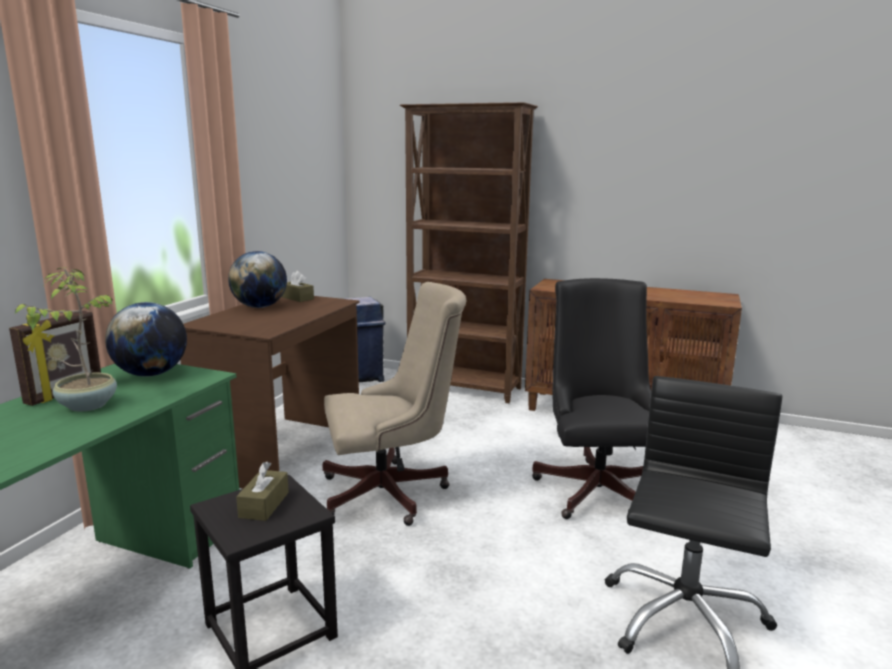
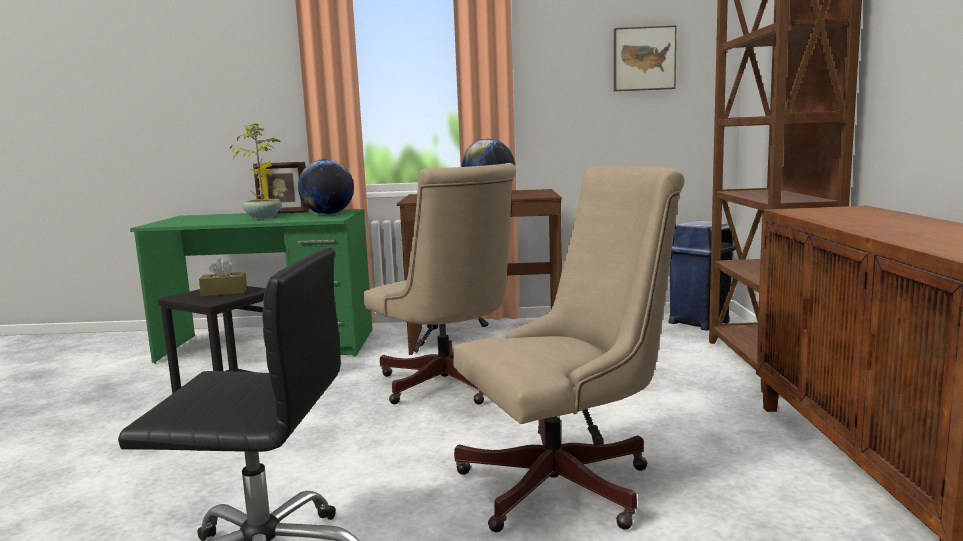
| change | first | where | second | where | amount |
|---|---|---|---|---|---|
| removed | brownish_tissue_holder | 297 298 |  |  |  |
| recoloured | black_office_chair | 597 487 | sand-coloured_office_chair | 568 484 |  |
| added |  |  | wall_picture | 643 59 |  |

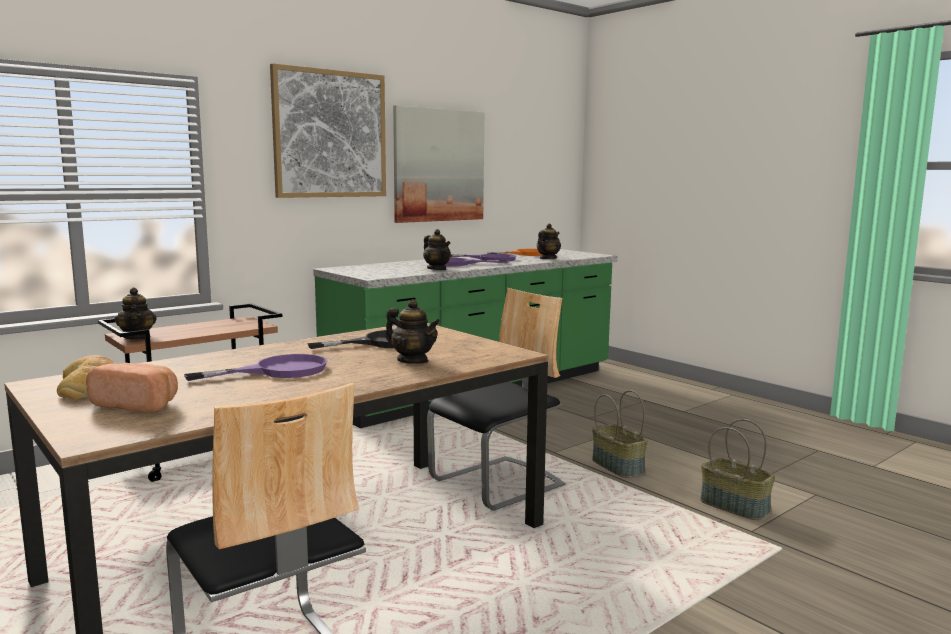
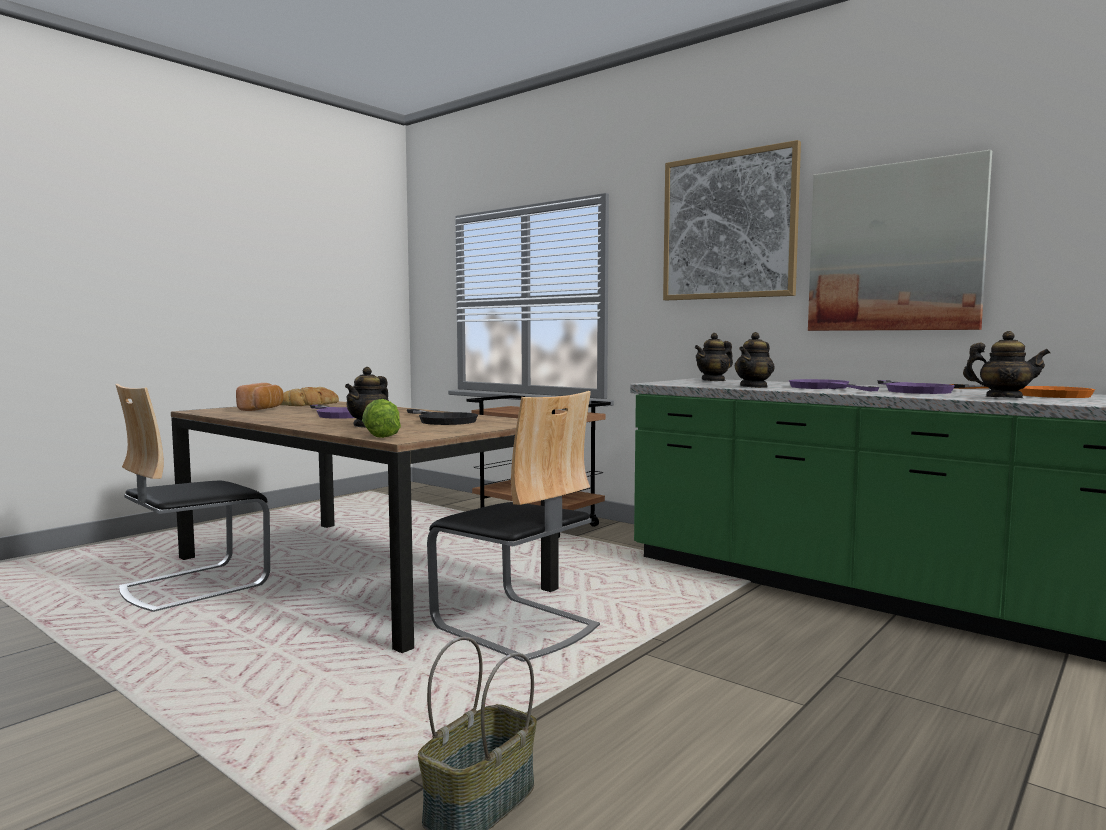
| change | first | where | second | where | amount |
|---|---|---|---|---|---|
| moved | teapot | 137 337 |  | 713 380 |  |
| removed | basket | 618 466 |  |  |  |
| added |  |  | lettuce_head | 383 435 |  |

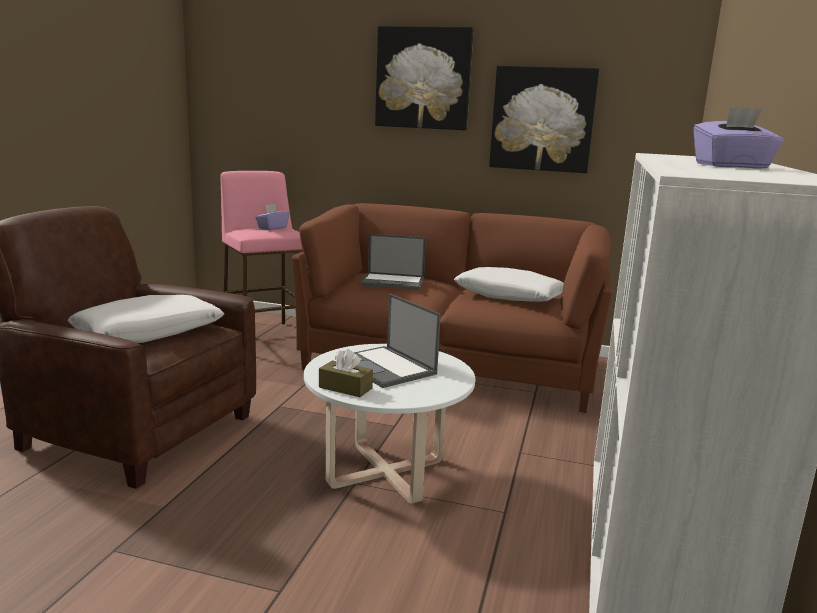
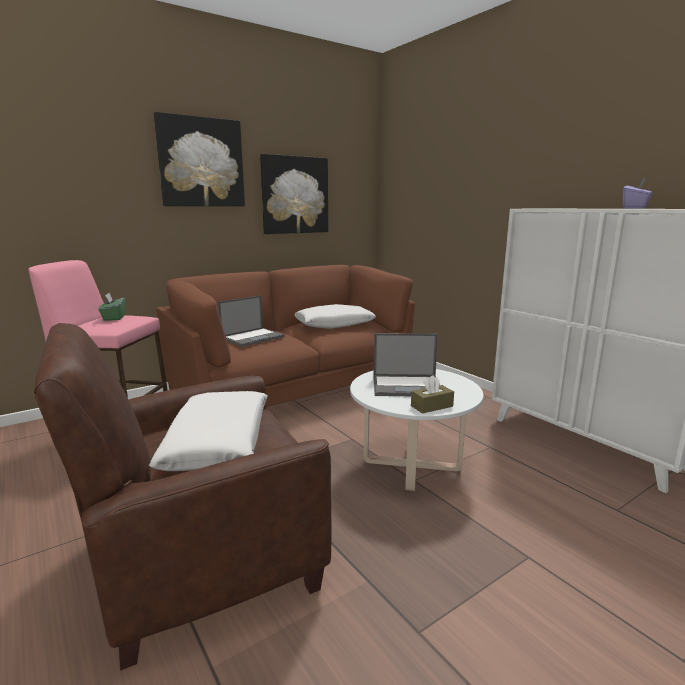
| change | first | where | second | where | amount |
|---|---|---|---|---|---|
| recoloured | purple_tissue_holder | 272 228 | green-coloured_tissue_holder | 114 318 |  |

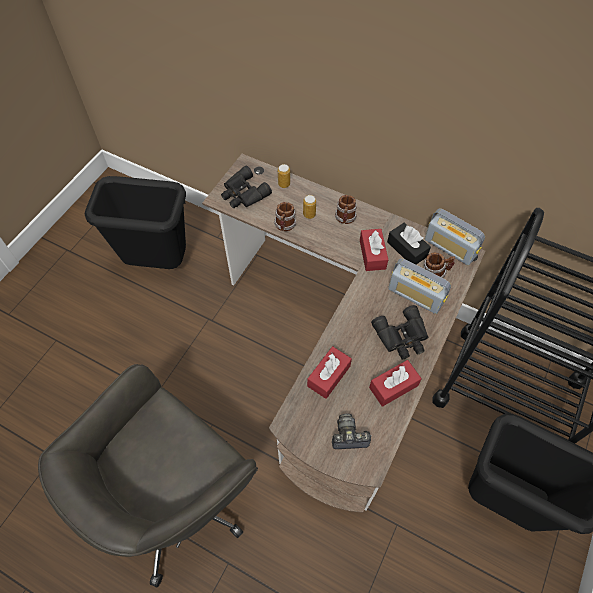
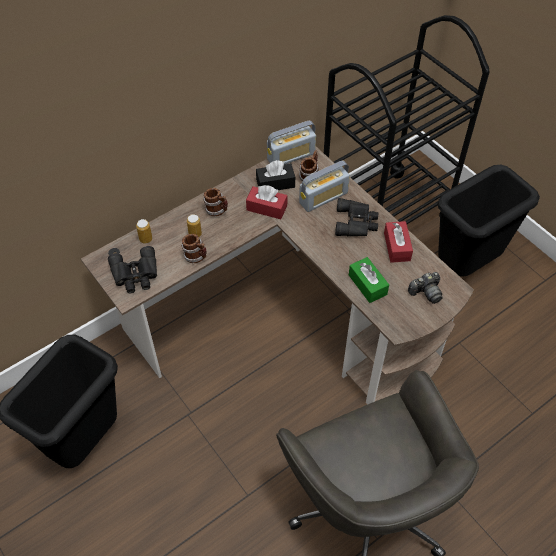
| change | first | where | second | where | amount |
|---|---|---|---|---|---|
| recoloured | reddish_tissue_holder | 328 376 | green-coloured_tissue_holder | 367 284 |  |
| turned | photo_camera | 349 436 |  | 426 292 | 135 degrees counterclockwise |

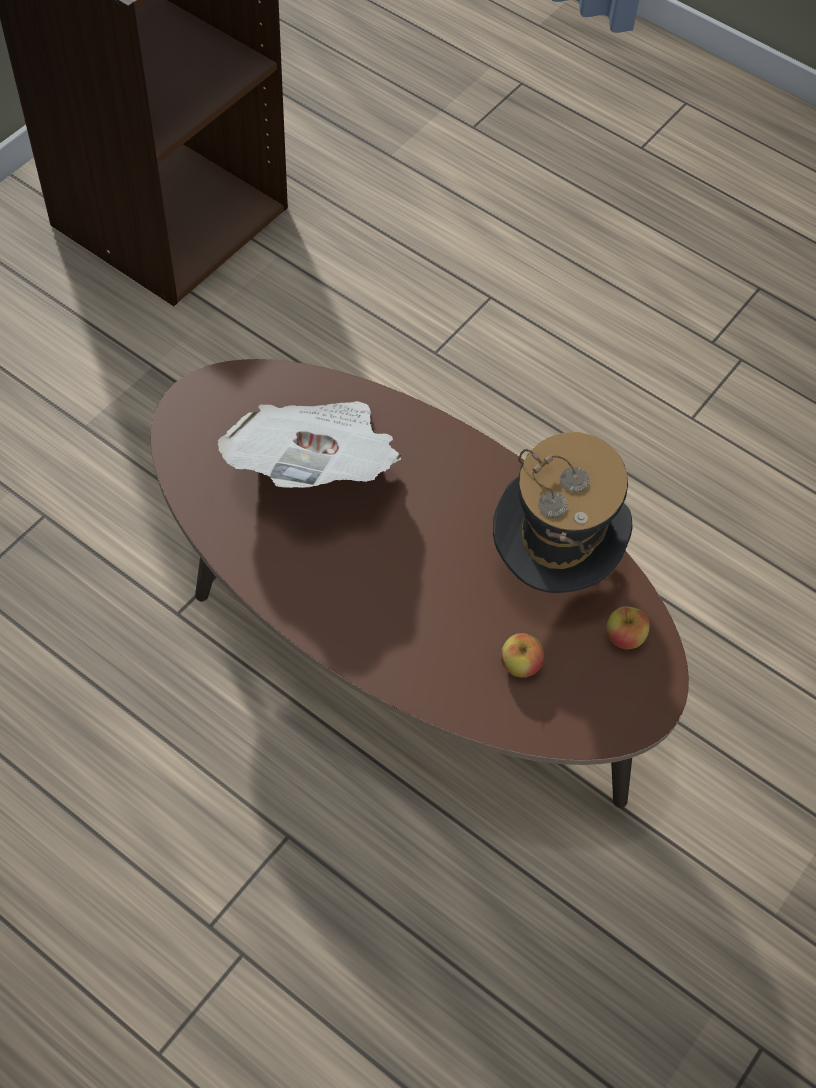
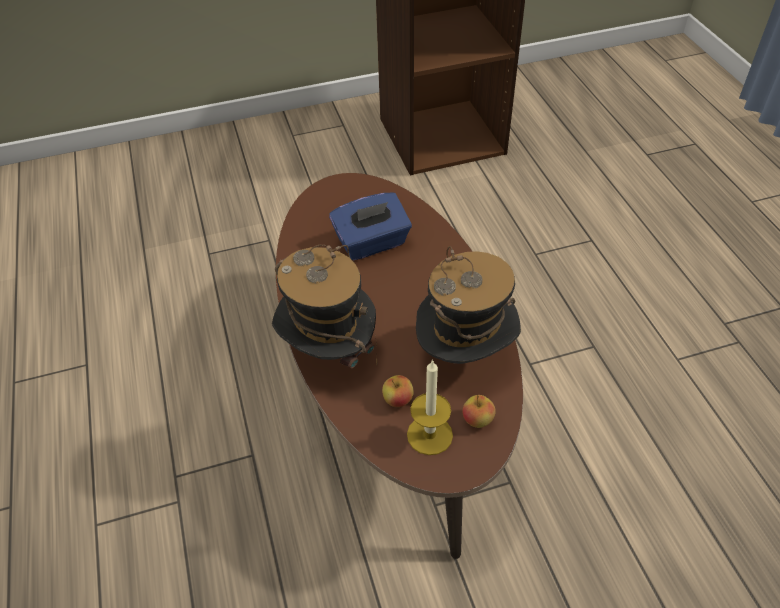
| change | first | where | second | where | amount |
|---|---|---|---|---|---|
| replaced | newspaper | 315 468 | blue_tissue_holder | 372 243 |  |
| added |  |  | hat | 329 353 |  |
| added |  |  | wax_light | 429 435 |  |

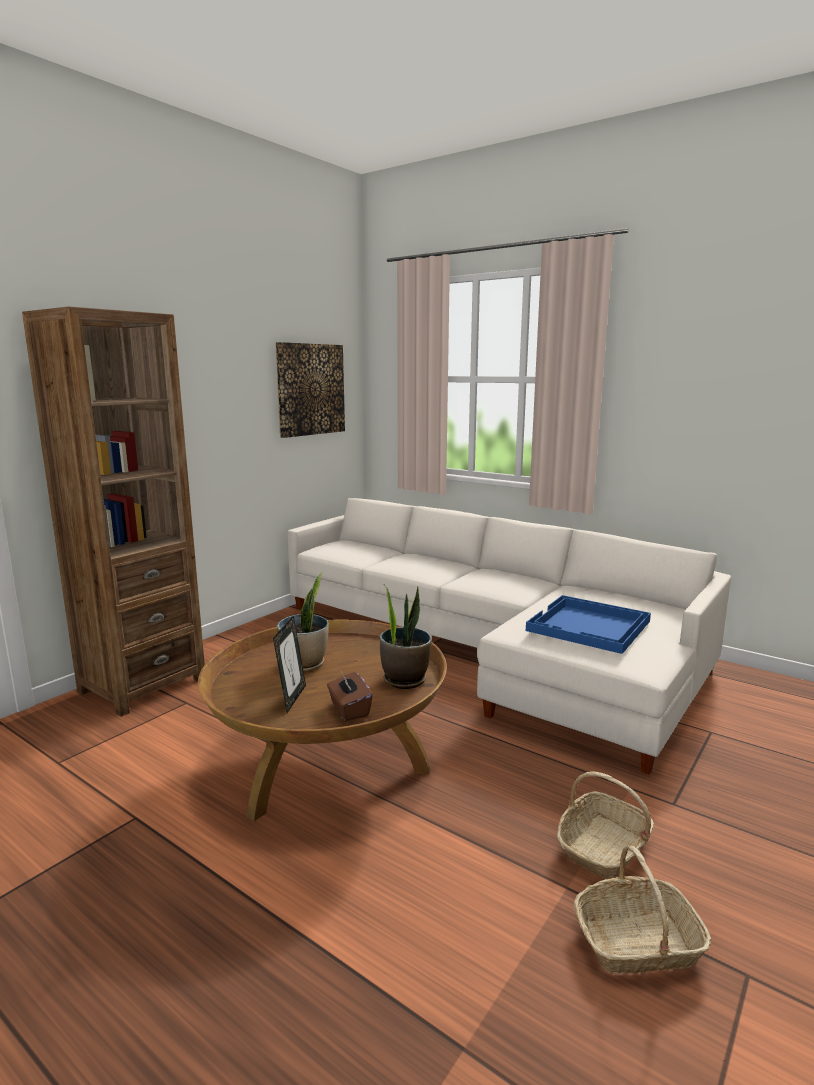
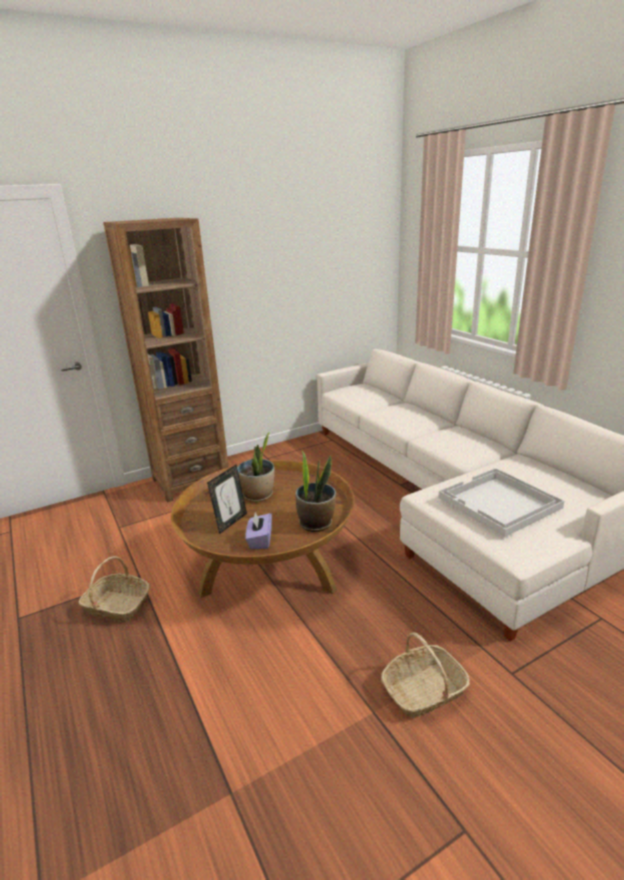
| change | first | where | second | where | amount |
|---|---|---|---|---|---|
| removed | wall_picture | 310 389 |  |  |  |
| recoloured | blue_serving_tray | 589 626 | white-coloured_serving_tray | 499 503 |  |
| recoloured | brownish_tissue_holder | 349 710 | purple_tissue_holder | 260 540 |  |
| moved | basket | 637 942 |  | 117 606 |  |

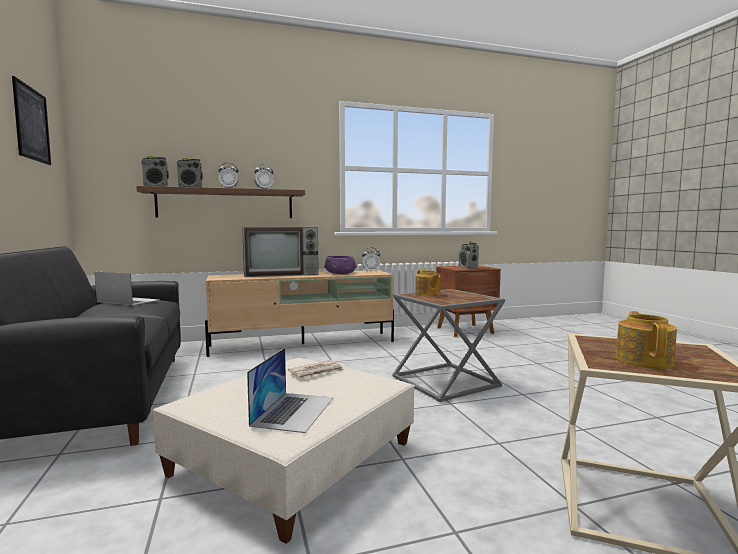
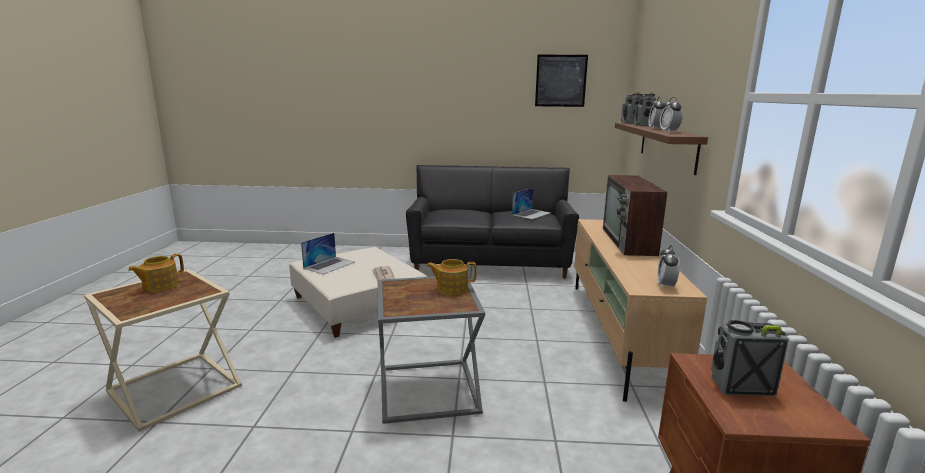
| change | first | where | second | where | amount |
|---|---|---|---|---|---|
| removed | purple_serving_bowl | 340 273 |  |  |  |
| turned | teapot | 644 361 |  | 160 286 | 90 degrees clockwise |
| turned | portable_computer | 294 411 |  | 329 265 | 90 degrees counterclockwise |

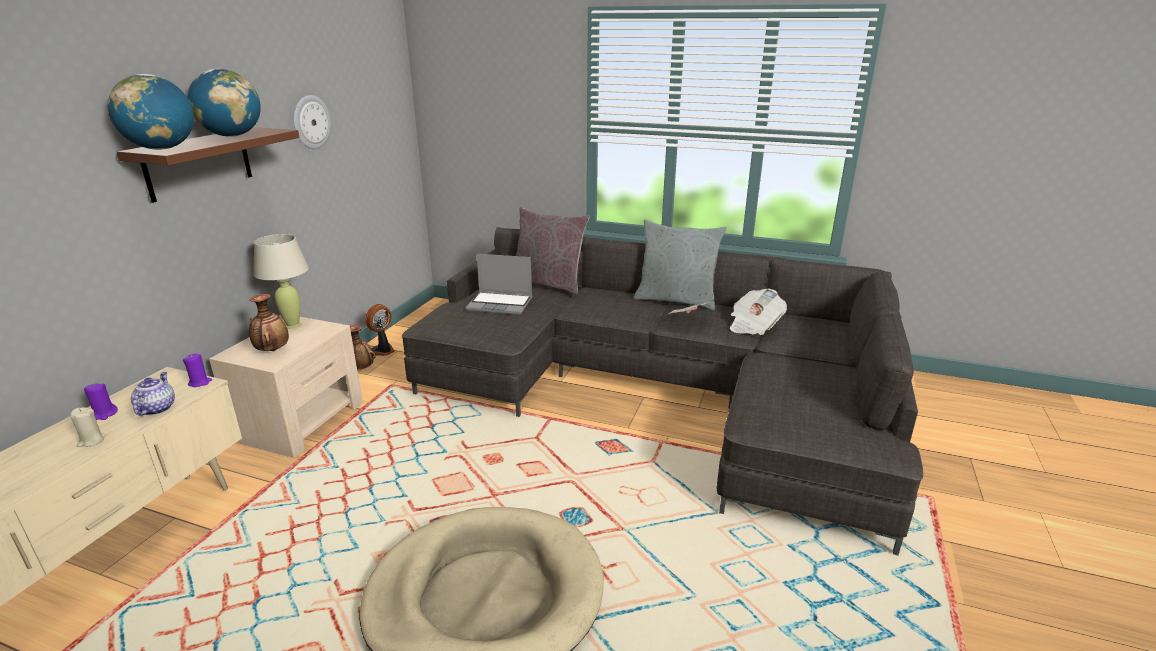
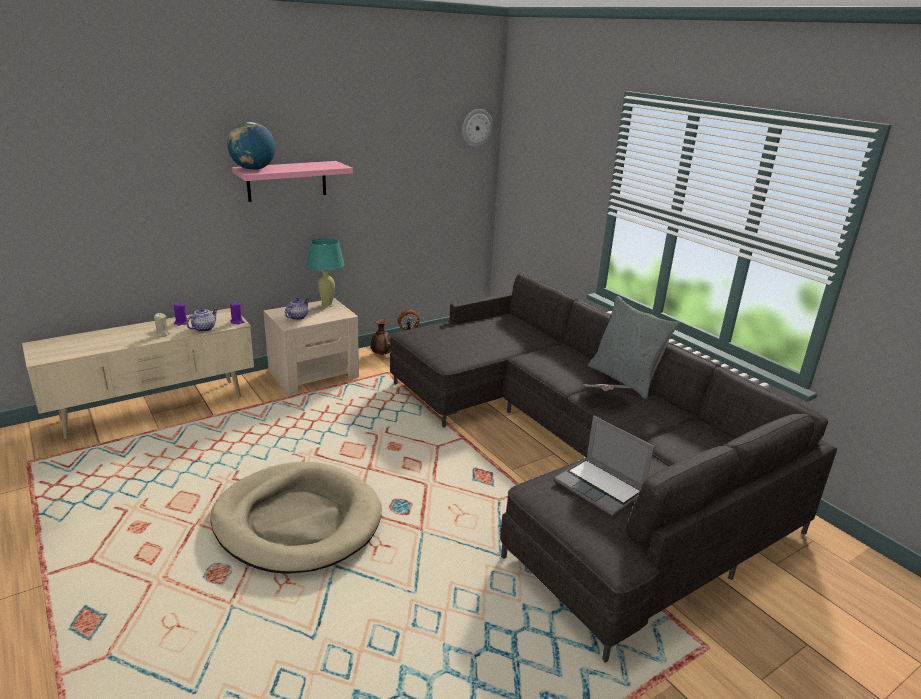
| change | first | where | second | where | amount |
|---|---|---|---|---|---|
| removed | desk_globe | 232 136 |  |  |  |
| moved | hanging_clock | 311 122 |  | 476 128 |  |
| recoloured | brownish_wall_shelf | 199 163 | pink_wall_shelf | 287 181 |  |
| removed | grey_cushion | 548 284 |  |  |  |
| recoloured | sand-coloured_tabletop_lamp | 292 325 | turquoise-coloured_tabletop_lamp | 327 305 |  |
| moved | portable_computer | 501 304 |  | 601 488 |  |
| removed | newspaper | 753 326 |  |  |  |
| replaced | decorative_vase | 272 350 | teapot | 298 317 |  |

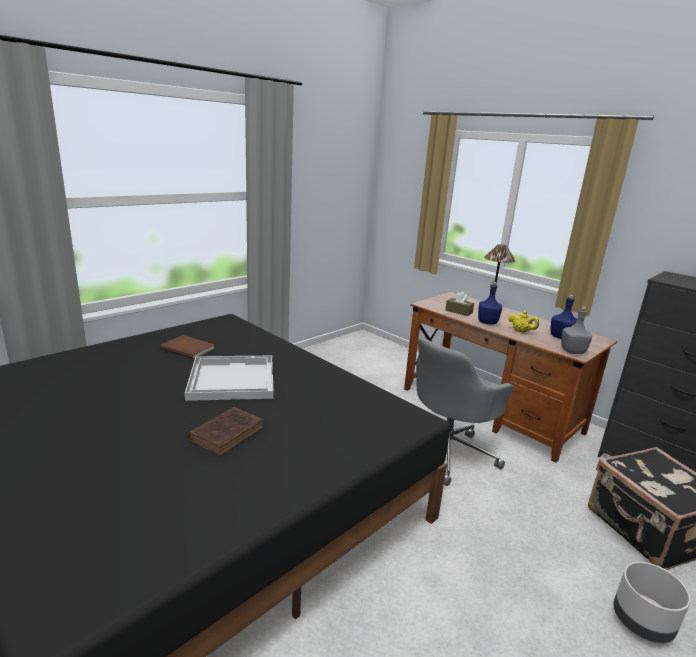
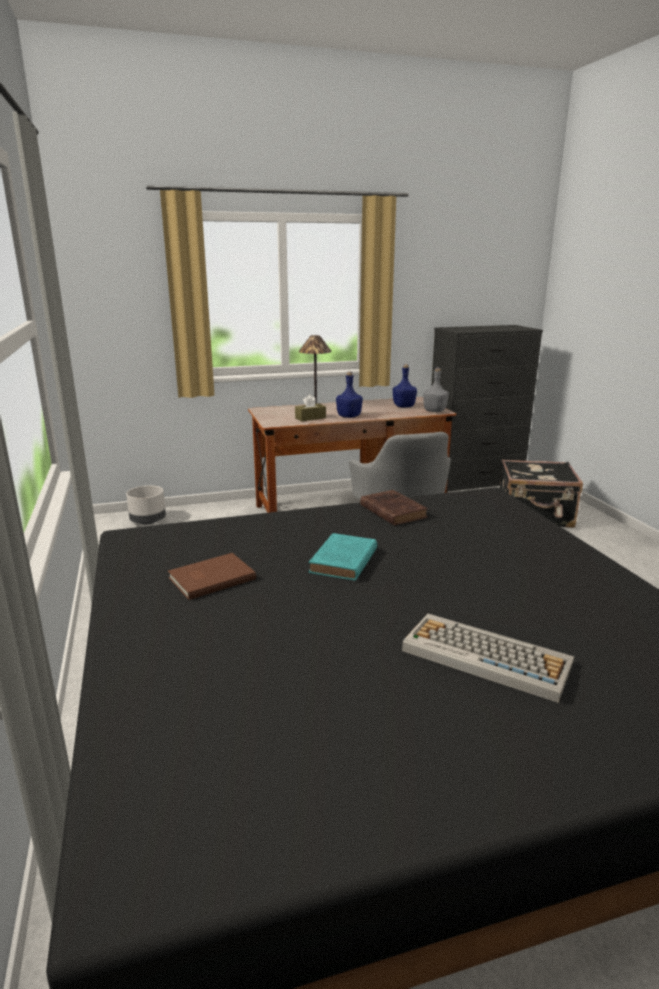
| change | first | where | second | where | amount |
|---|---|---|---|---|---|
| removed | yellowish_teapot | 521 331 |  |  |  |
| replaced | white-coloured_serving_tray | 231 379 | turquoise-coloured_volume | 343 562 |  |
| moved | brownish_volume | 228 433 |  | 392 511 |  |
| moved | grey_flower_pot | 642 623 |  | 148 521 |  |
| added |  |  | keyboard | 484 656 |  |

